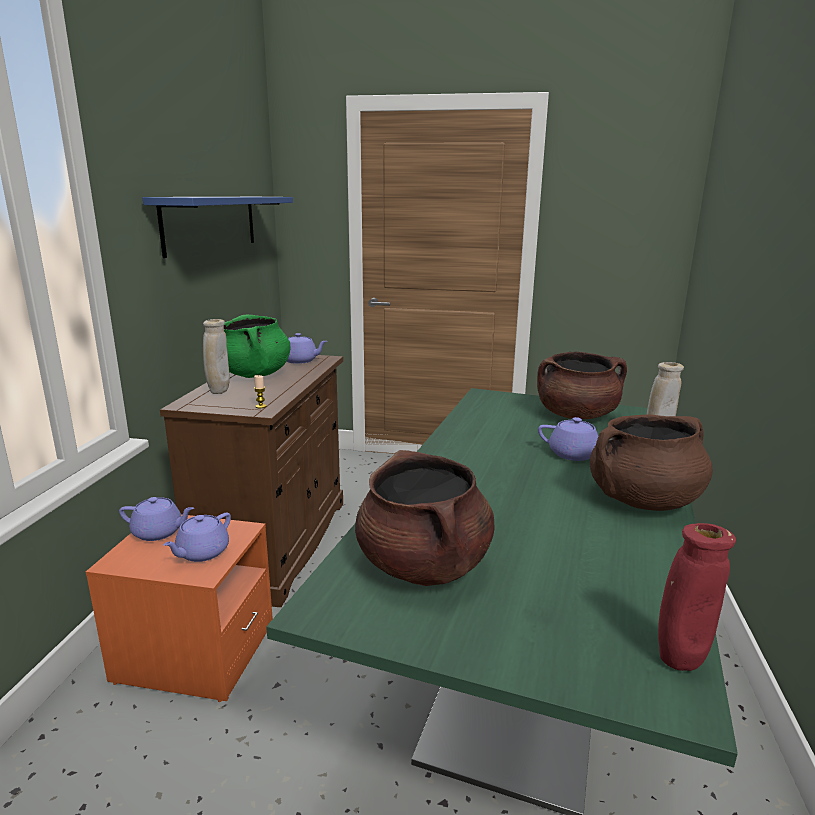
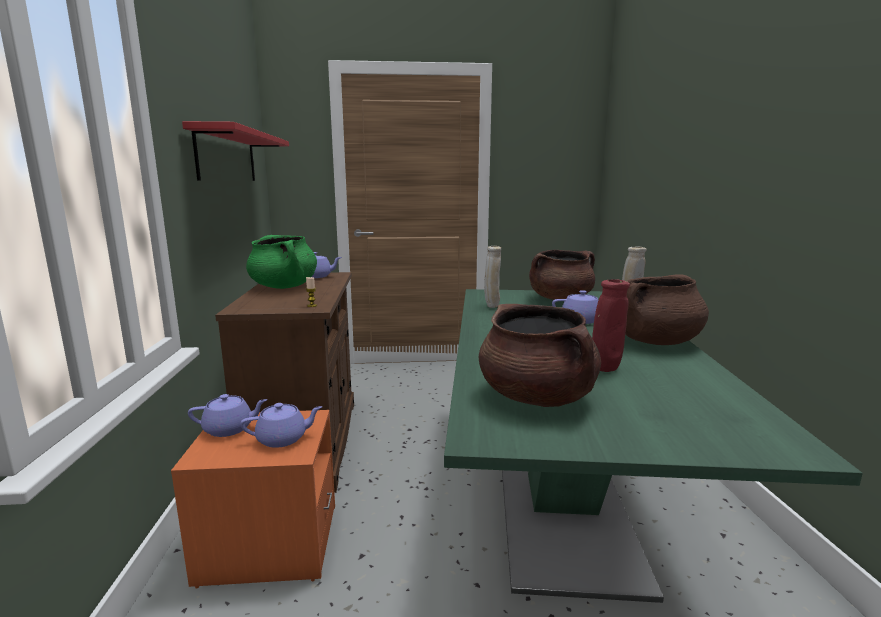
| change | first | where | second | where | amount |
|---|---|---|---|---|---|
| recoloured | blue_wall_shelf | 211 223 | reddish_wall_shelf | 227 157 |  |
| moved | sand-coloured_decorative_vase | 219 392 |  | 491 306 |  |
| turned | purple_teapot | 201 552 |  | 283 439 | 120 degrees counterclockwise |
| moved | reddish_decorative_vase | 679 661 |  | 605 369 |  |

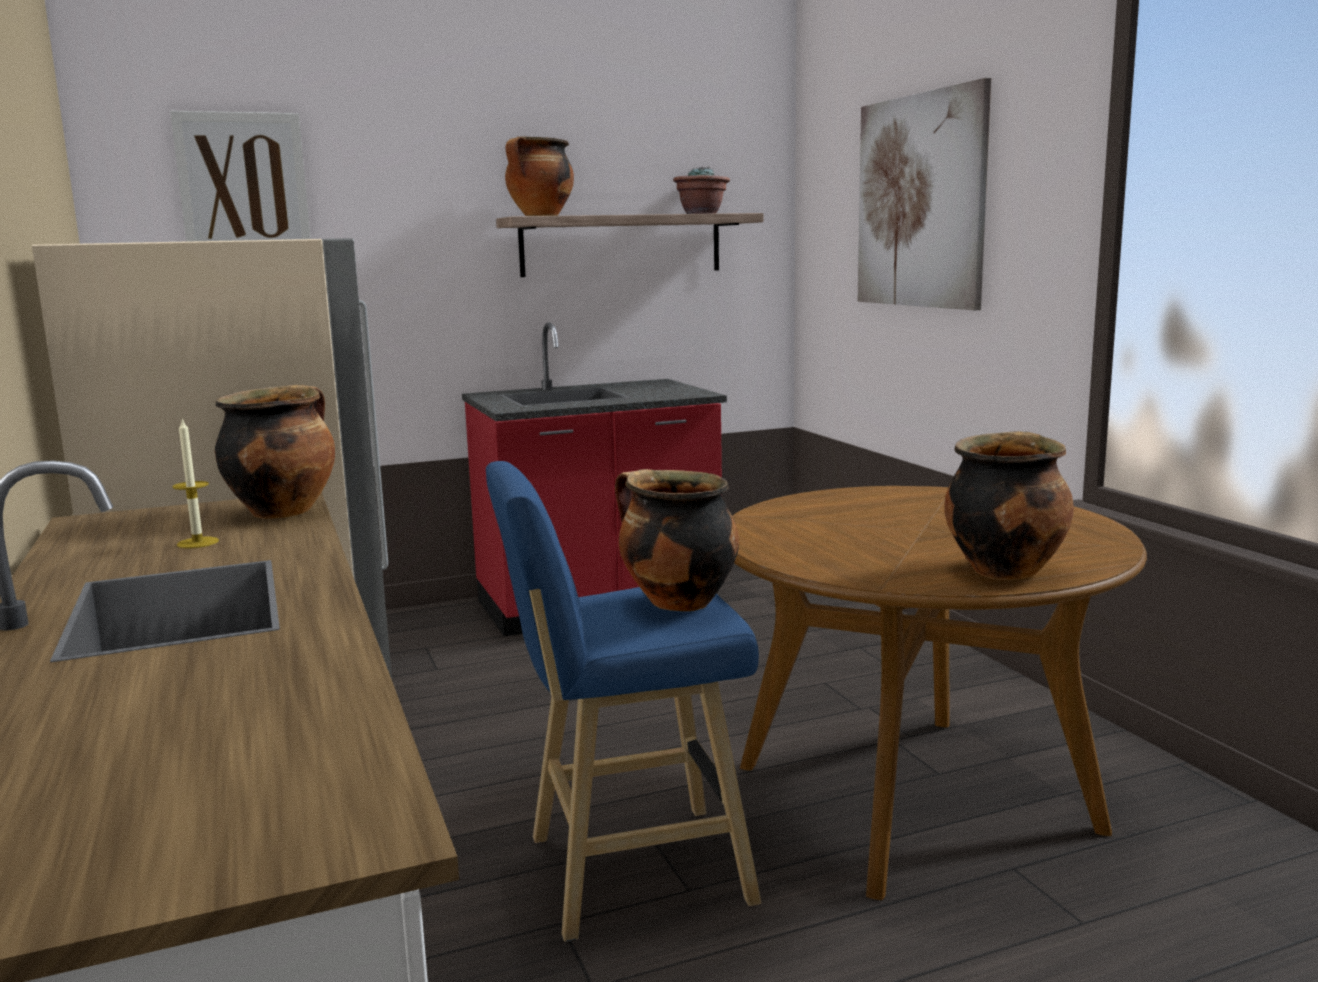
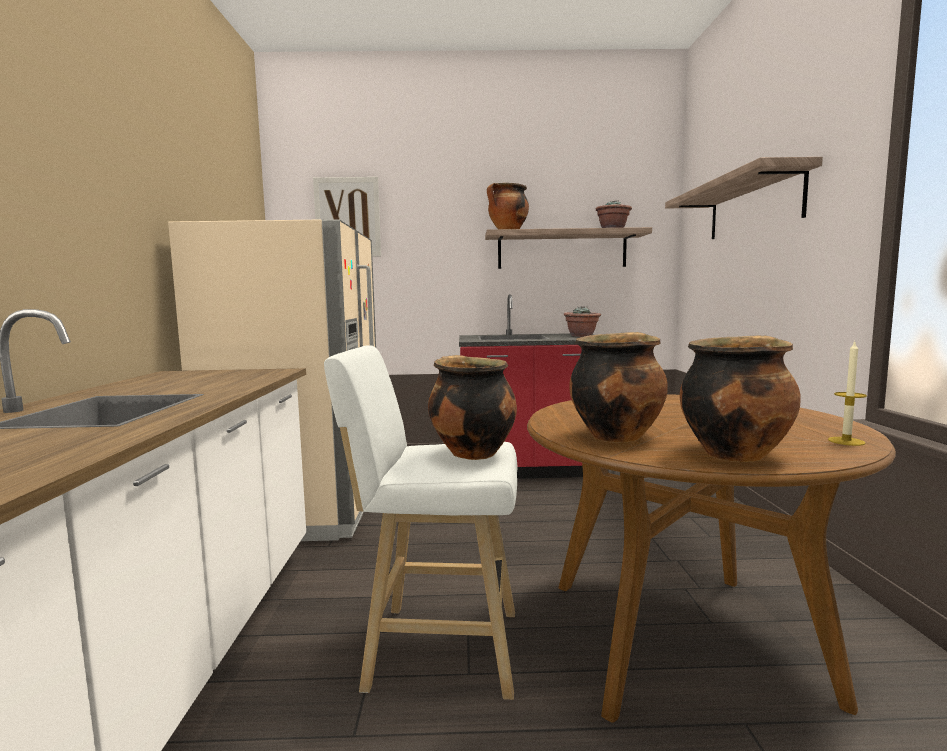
| change | first | where | second | where | amount |
|---|---|---|---|---|---|
| replaced | wall_picture | 920 201 | wall_shelf | 753 206 |  |
| moved | cooking_pot | 283 511 |  | 616 436 |  |
| moved | wax_light | 198 543 |  | 846 441 |  |
| recoloured | blue_stool_seat | 627 872 | white-coloured_stool_seat | 436 648 |  |
| added |  |  | houseplant | 582 336 |  |

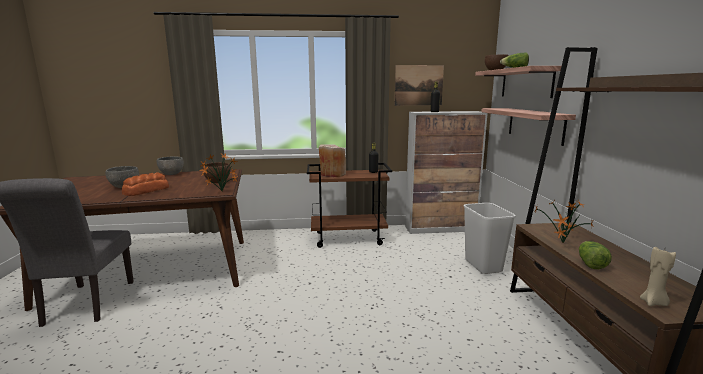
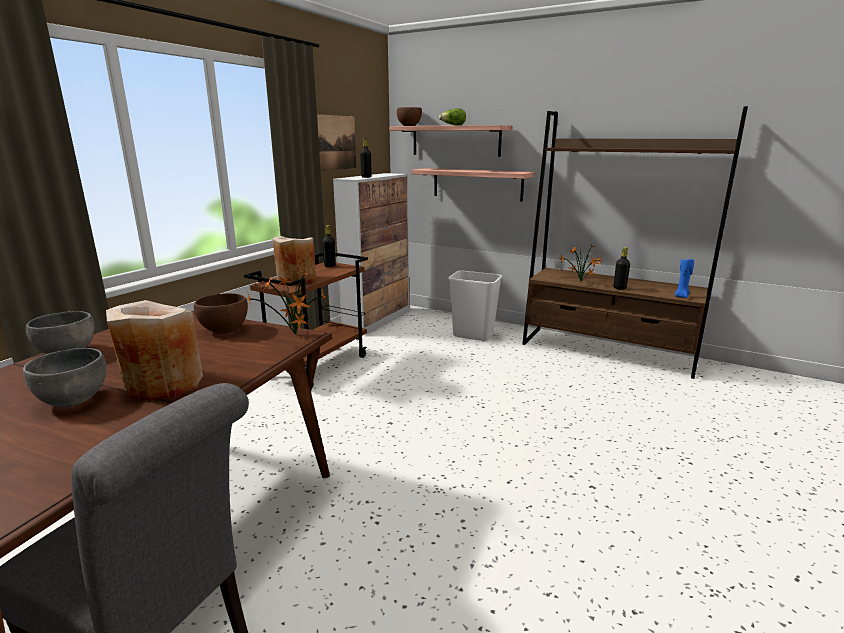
| change | first | where | second | where | amount |
|---|---|---|---|---|---|
| replaced | baked_bread | 145 191 | sand-coloured_decorative_vase | 164 383 |  |
| replaced | lettuce_head | 590 263 | black_beverage_bottle | 619 288 |  |
| recoloured | sand-coloured_wax_light | 653 303 | blue_wax_light | 681 296 |  |

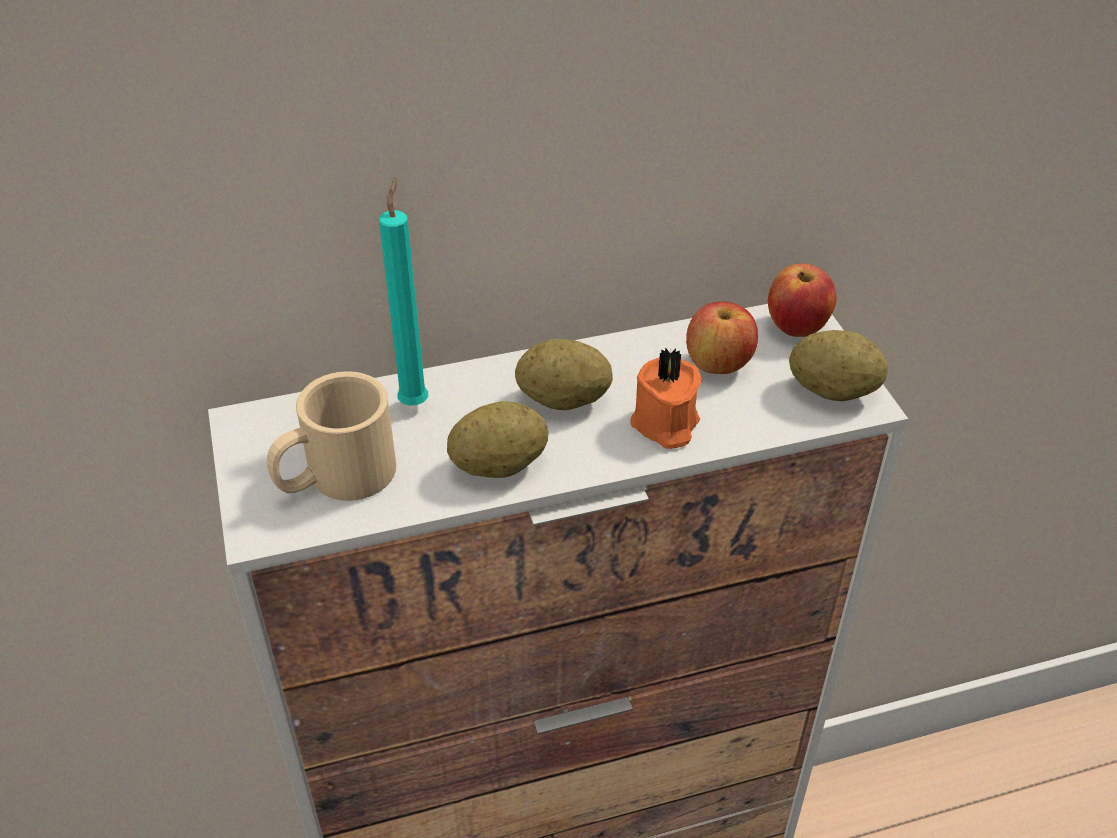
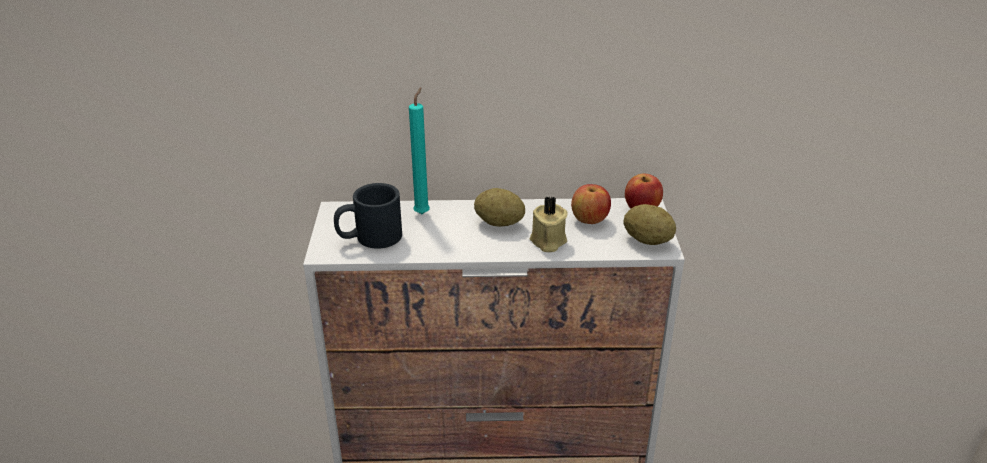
| change | first | where | second | where | amount |
|---|---|---|---|---|---|
| recoloured | orange-coloured_wax_light | 664 425 | sand-coloured_wax_light | 547 241 |  |
| recoloured | sand-coloured_tea_mug | 335 478 | black_tea_mug | 369 238 |  |
| removed | spud | 499 465 |  |  |  |

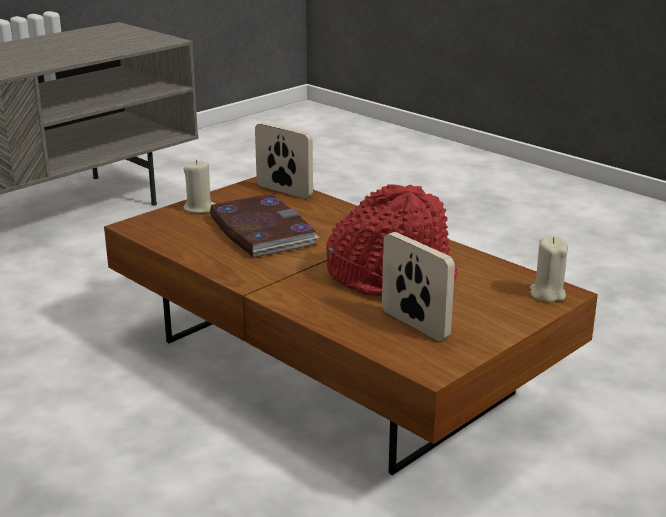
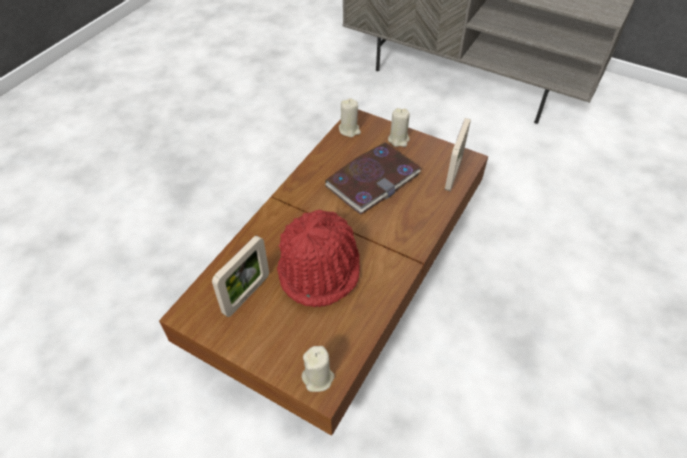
| change | first | where | second | where | amount |
|---|---|---|---|---|---|
| added |  |  | sand-coloured_wax_light | 349 130 |  |

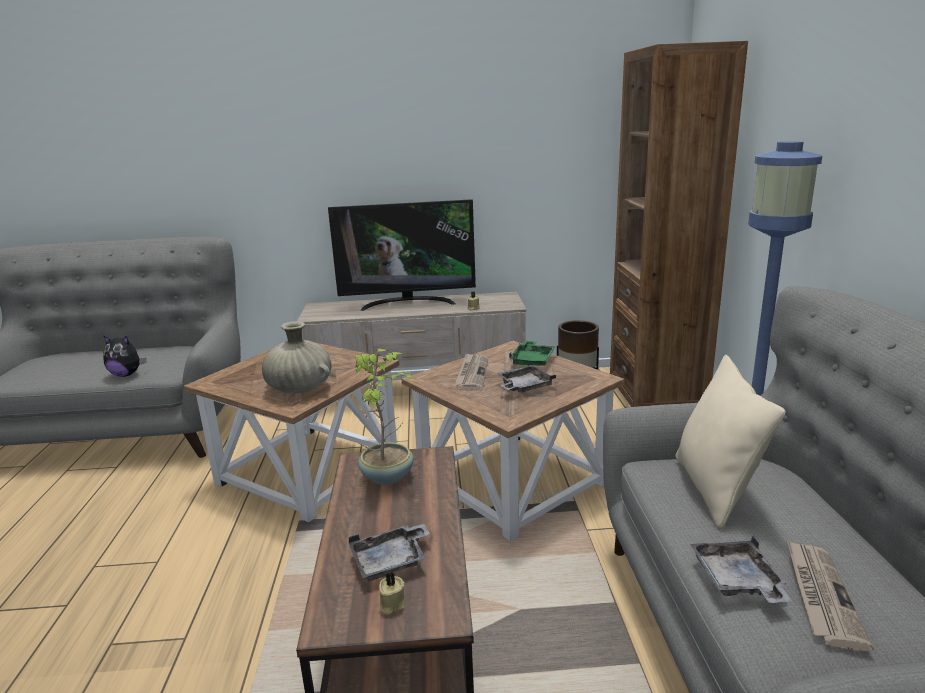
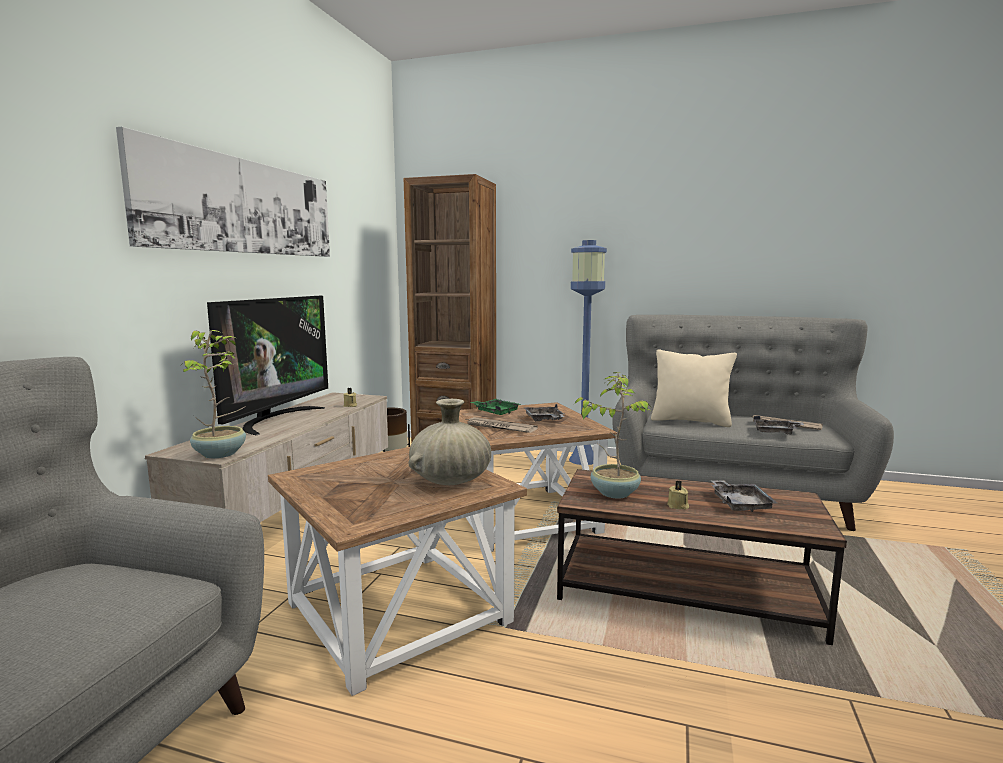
| change | first | where | second | where | amount |
|---|---|---|---|---|---|
| removed | soft_toy | 127 374 |  |  |  |
| moved | sand-coloured_wax_light | 391 604 |  | 678 506 |  |
| added |  |  | wall_picture | 245 207 |  |
| added |  |  | houseplant | 221 454 |  |

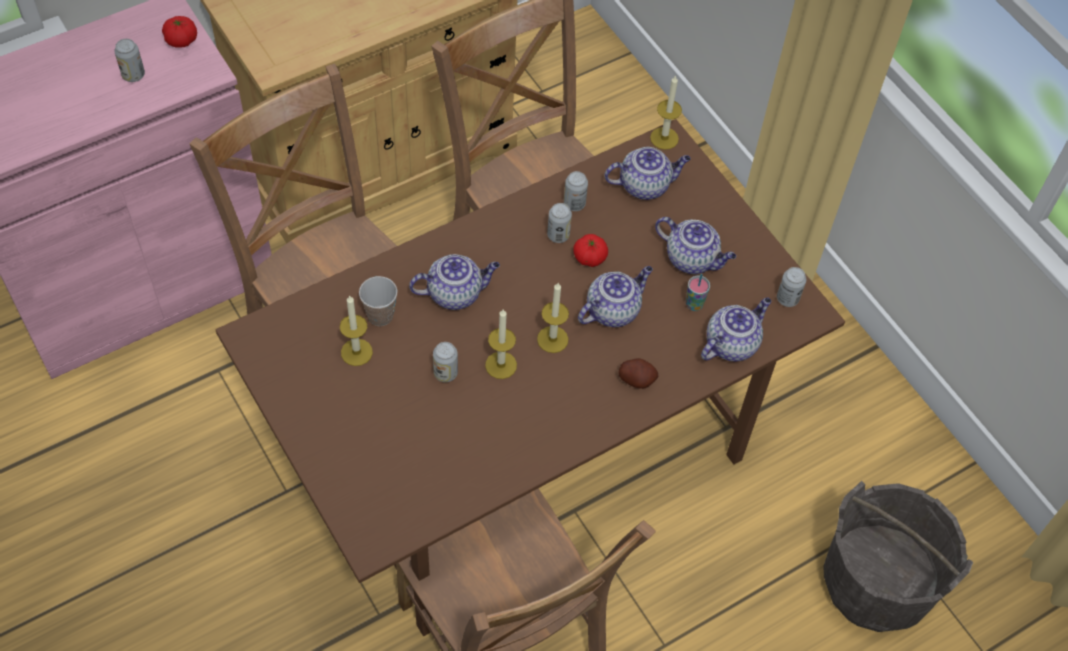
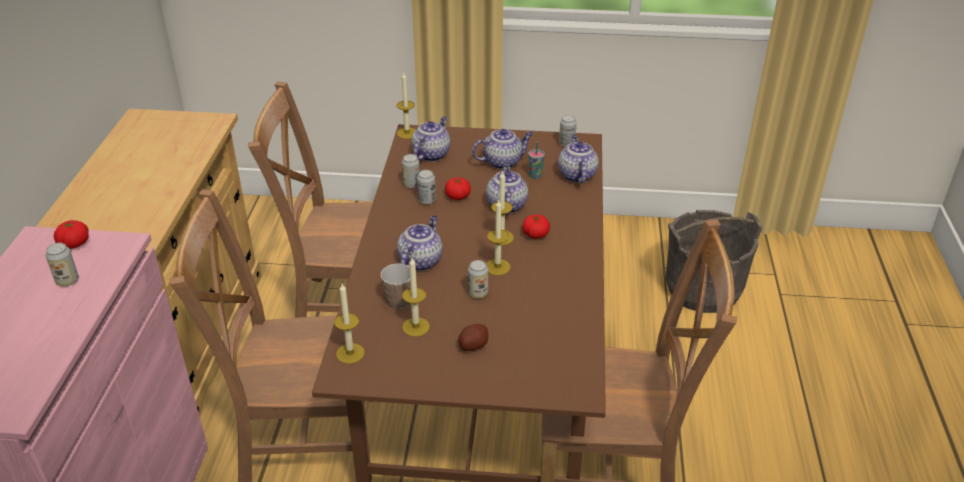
| change | first | where | second | where | amount |
|---|---|---|---|---|---|
| moved | spud | 637 379 |  | 473 345 |  |
| added |  |  | tomato | 535 234 |  |
| added |  |  | wax_light | 350 353 |  |

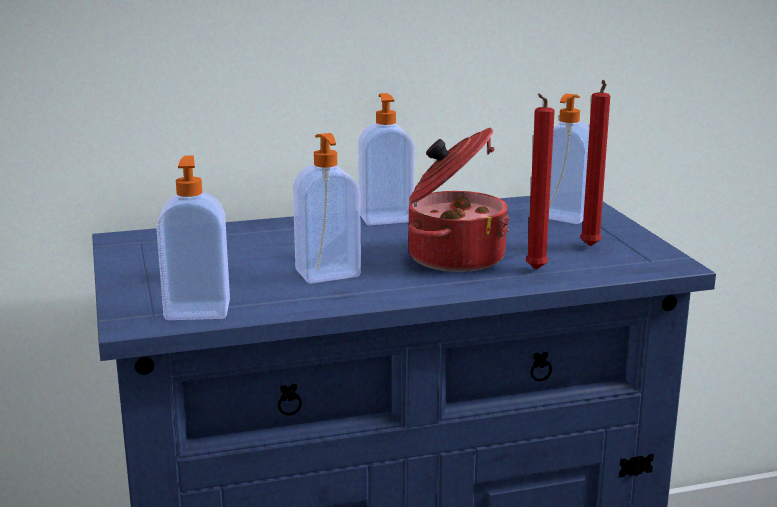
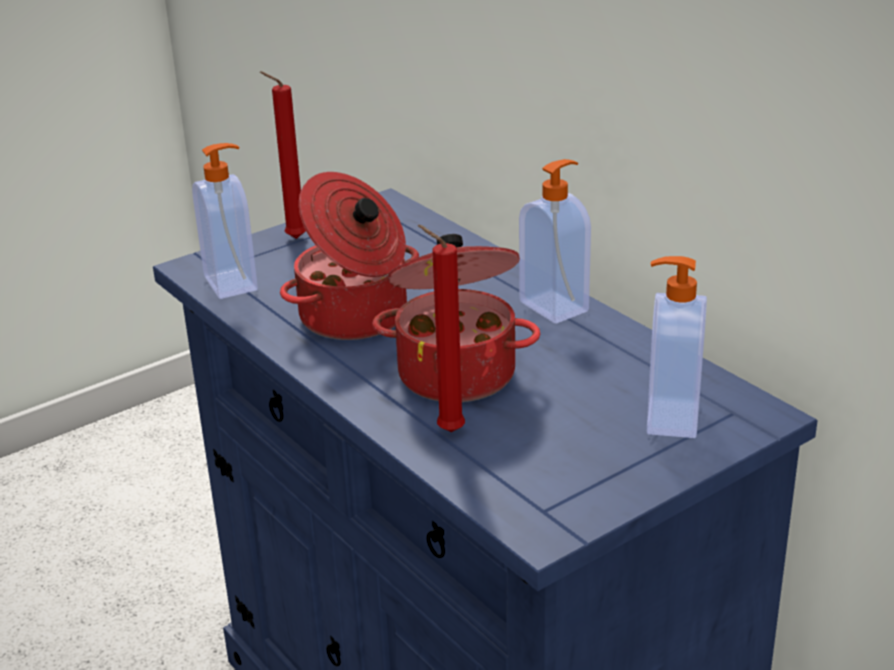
| change | first | where | second | where | amount |
|---|---|---|---|---|---|
| moved | reddish_wax_light | 590 247 |  | 292 239 |  |
| replaced | liquid_soap_bottle | 328 274 | cooking_pot | 355 318 |  |

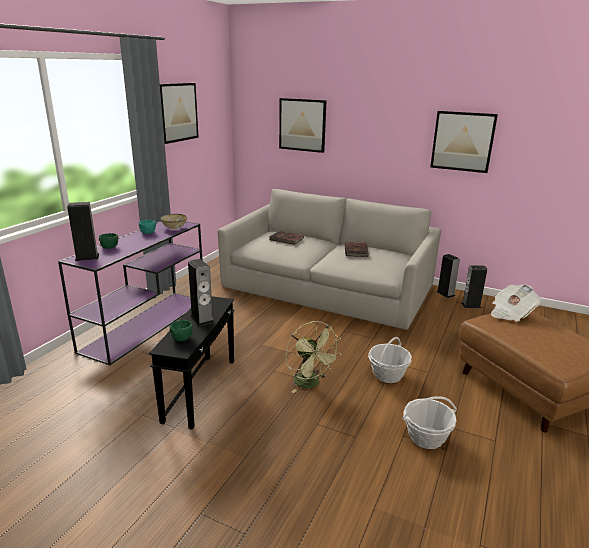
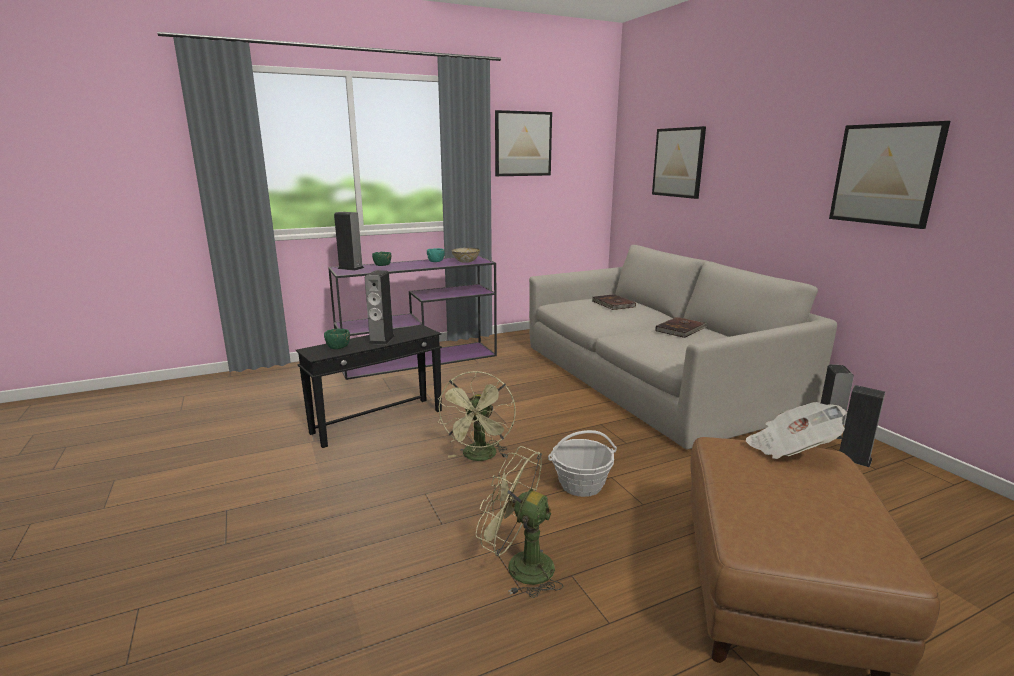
| change | first | where | second | where | amount |
|---|---|---|---|---|---|
| replaced | basket | 426 437 | green-coloured_cooling_fan | 519 566 |  |

